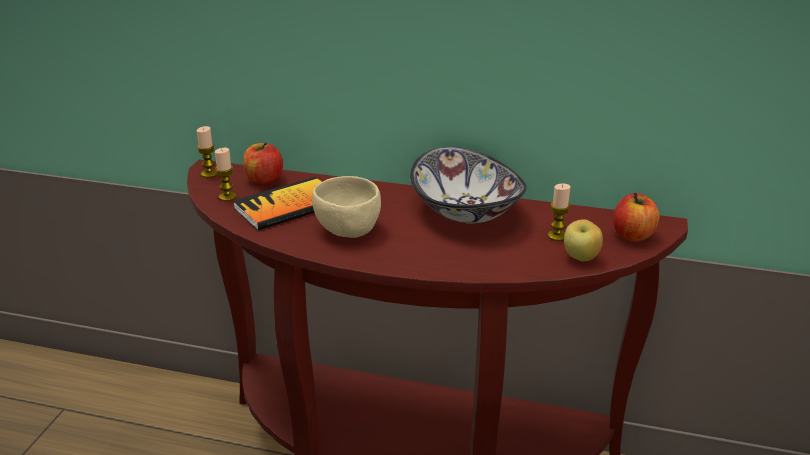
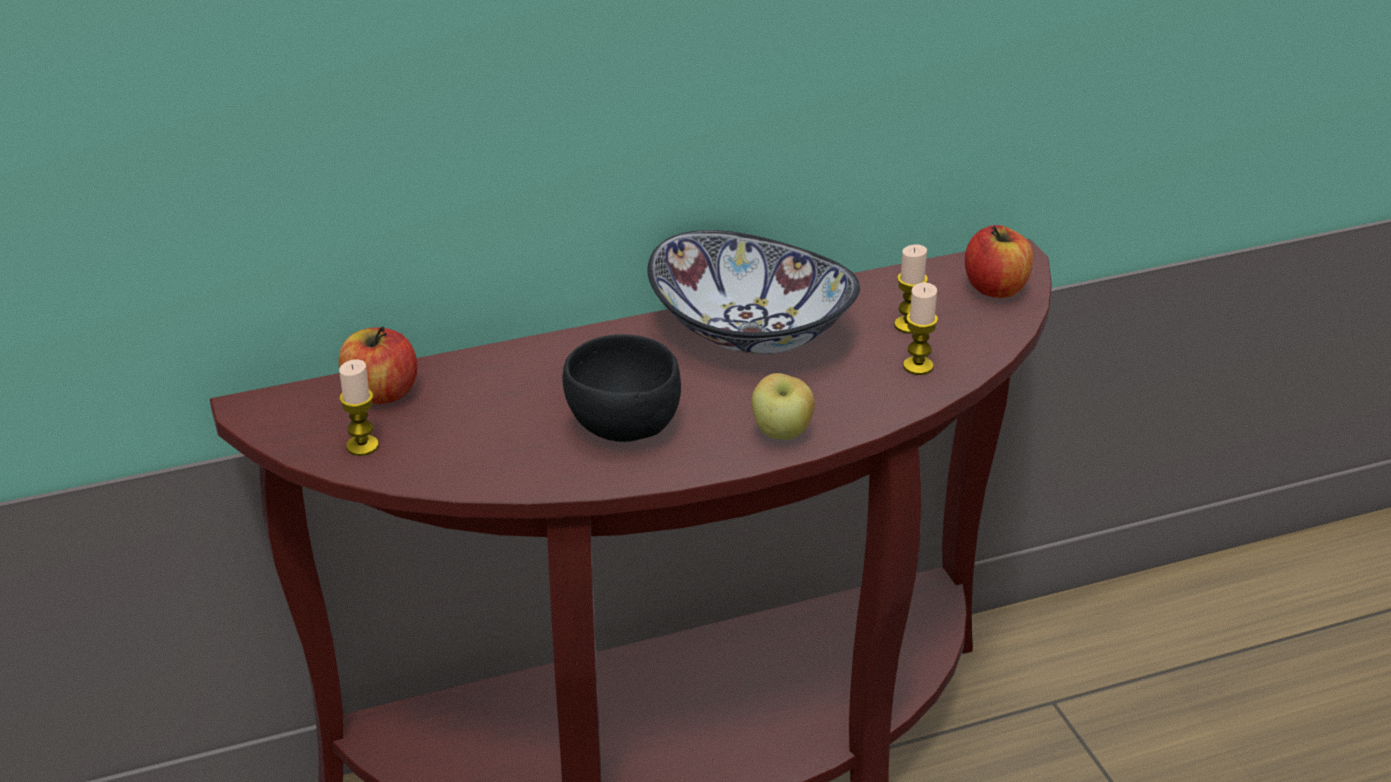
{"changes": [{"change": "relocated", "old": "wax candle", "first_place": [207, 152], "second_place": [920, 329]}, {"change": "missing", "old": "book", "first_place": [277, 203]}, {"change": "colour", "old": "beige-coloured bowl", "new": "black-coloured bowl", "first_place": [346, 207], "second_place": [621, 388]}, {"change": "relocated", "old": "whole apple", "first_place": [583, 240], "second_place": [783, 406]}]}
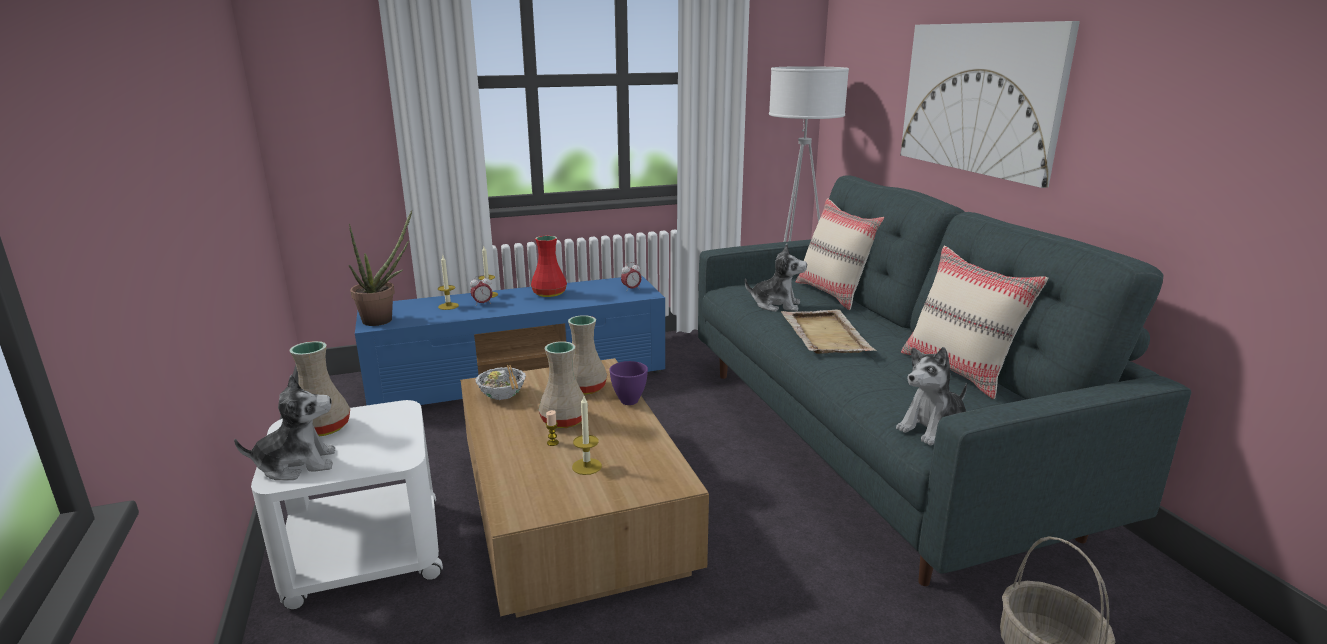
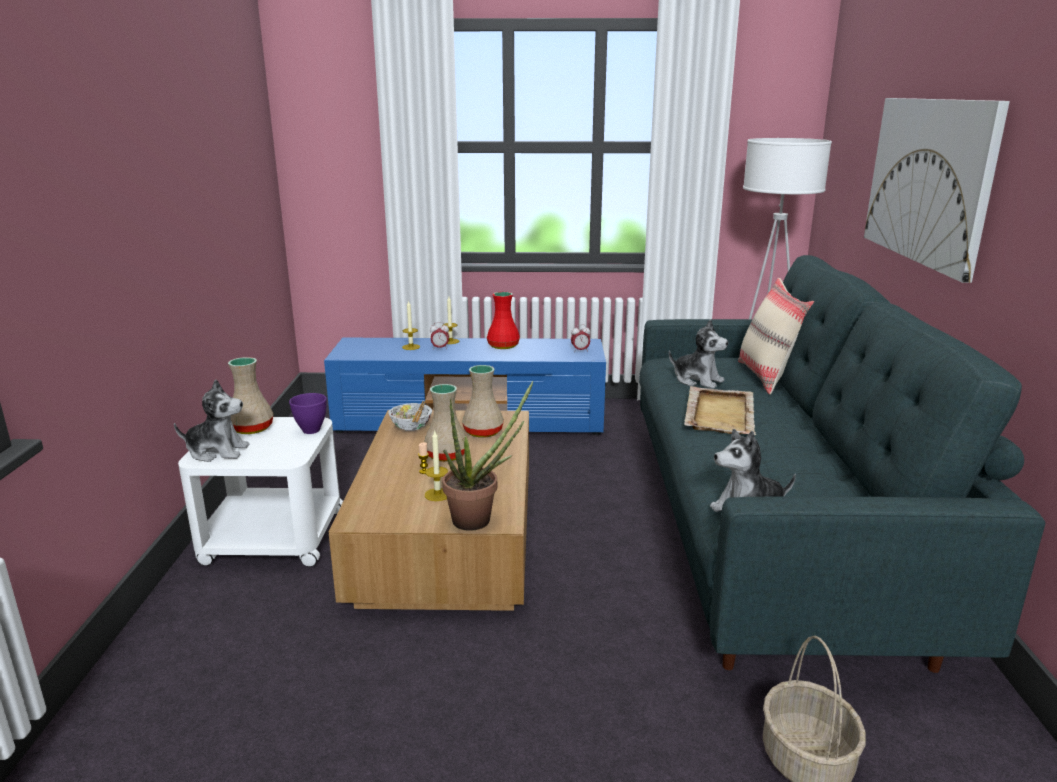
{"changes": [{"change": "relocated", "old": "potted plant", "first_place": [380, 268], "second_place": [488, 456]}, {"change": "relocated", "old": "purplish bowl", "first_place": [628, 383], "second_place": [308, 413]}, {"change": "missing", "old": "beige-coloured cushion", "first_place": [974, 322]}]}
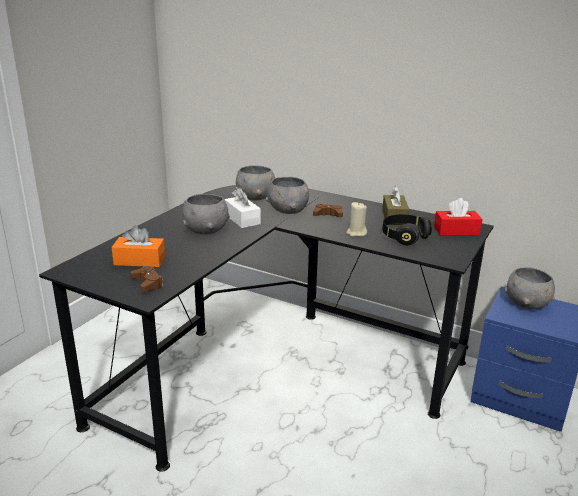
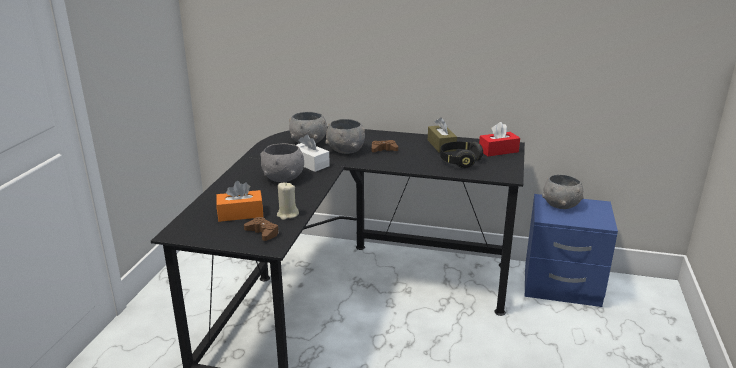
{"changes": [{"change": "relocated", "old": "beige-coloured wax candle", "first_place": [356, 219], "second_place": [288, 201]}]}
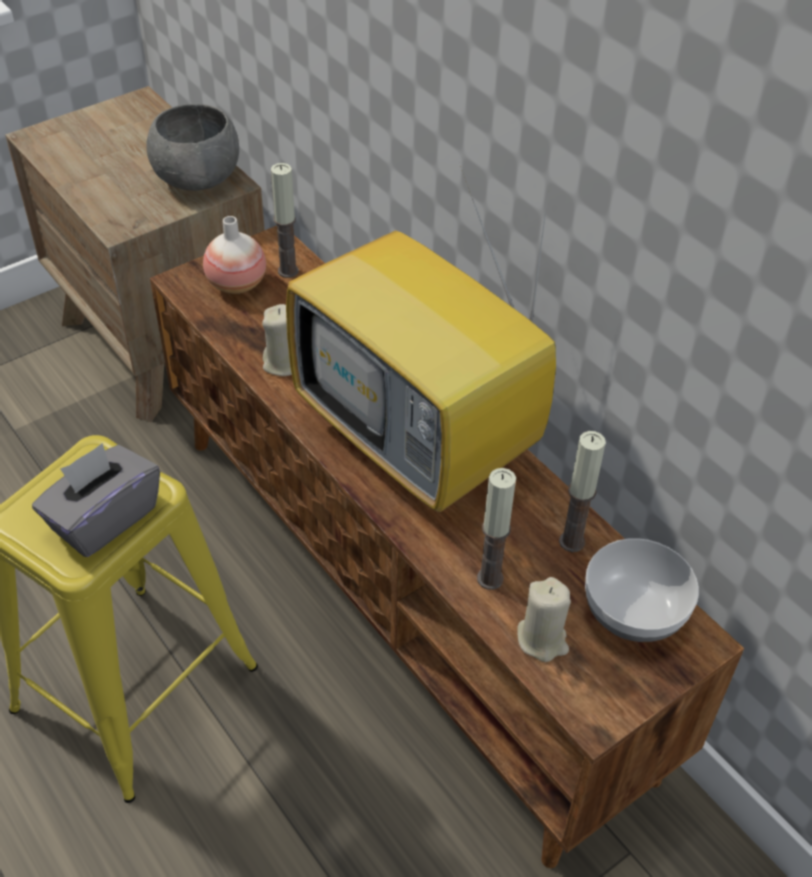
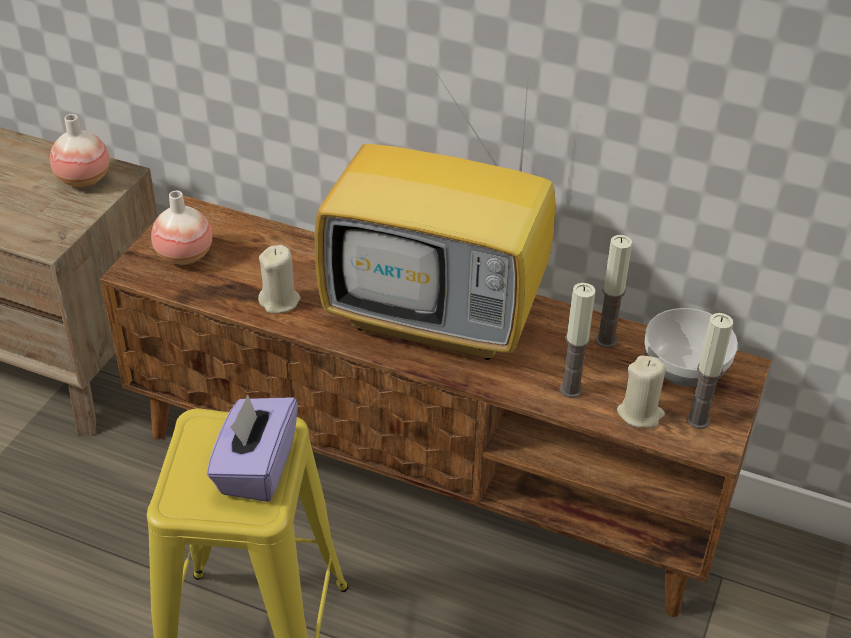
{"changes": [{"change": "colour", "old": "grey tissue holder", "new": "purplish tissue holder", "first_place": [96, 500], "second_place": [252, 448]}, {"change": "exchanged", "old": "grey bowl", "new": "vase", "first_place": [192, 147], "second_place": [80, 151]}, {"change": "relocated", "old": "wax candle", "first_place": [285, 220], "second_place": [709, 371]}]}
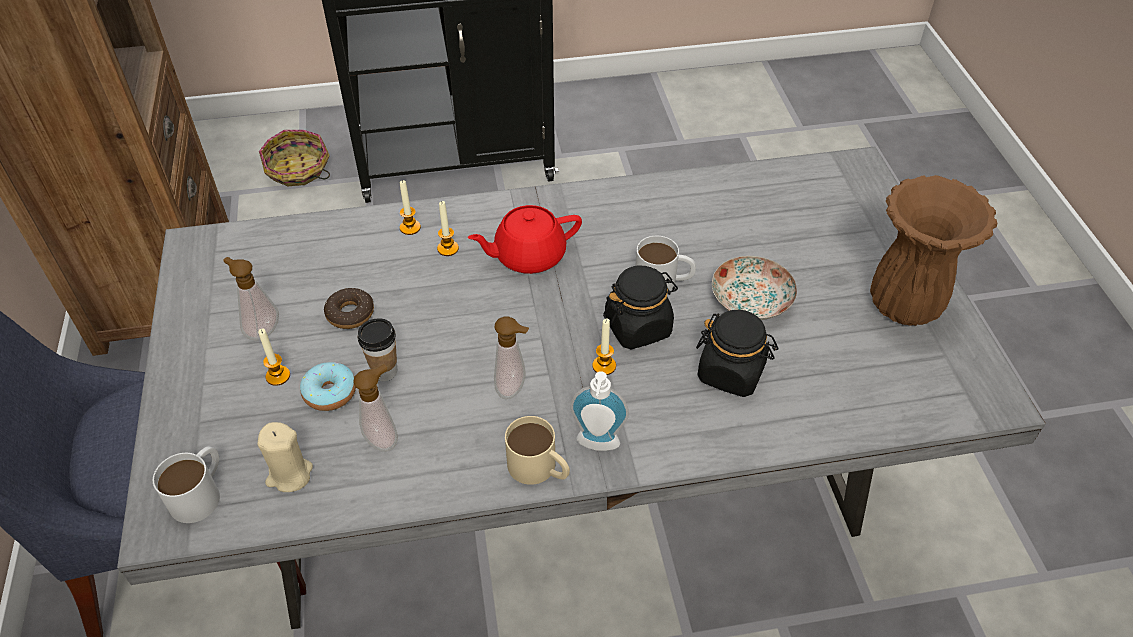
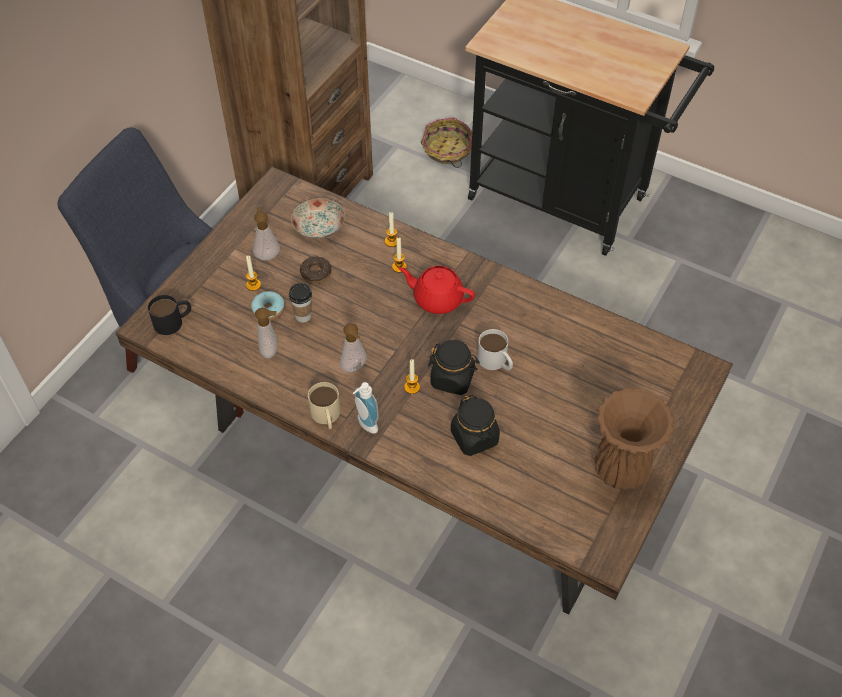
{"changes": [{"change": "colour", "old": "grey kitchen table", "new": "brown-coloured kitchen table", "first_place": [581, 388], "second_place": [424, 391]}, {"change": "colour", "old": "white coffee mug", "new": "black-coloured coffee mug", "first_place": [186, 484], "second_place": [169, 315]}, {"change": "missing", "old": "beige-coloured wax candle", "first_place": [285, 457]}, {"change": "relocated", "old": "flat dish", "first_place": [754, 288], "second_place": [318, 218]}]}
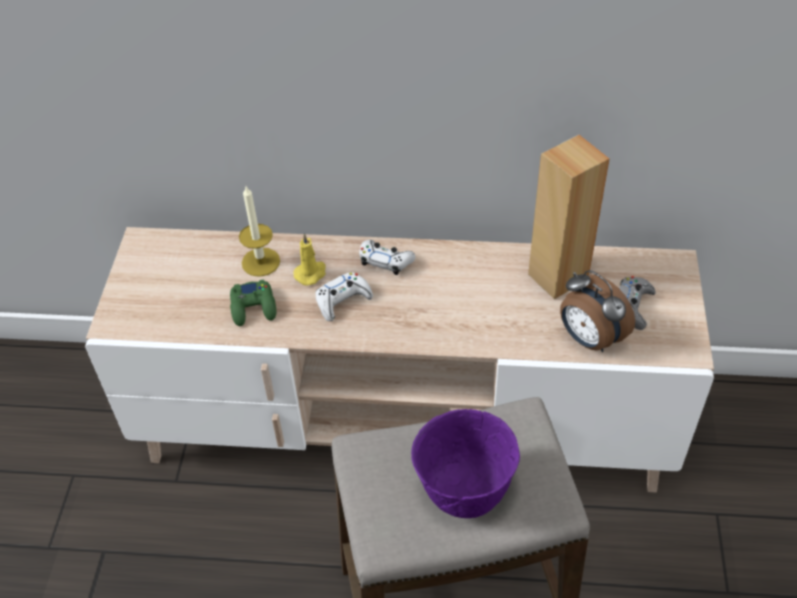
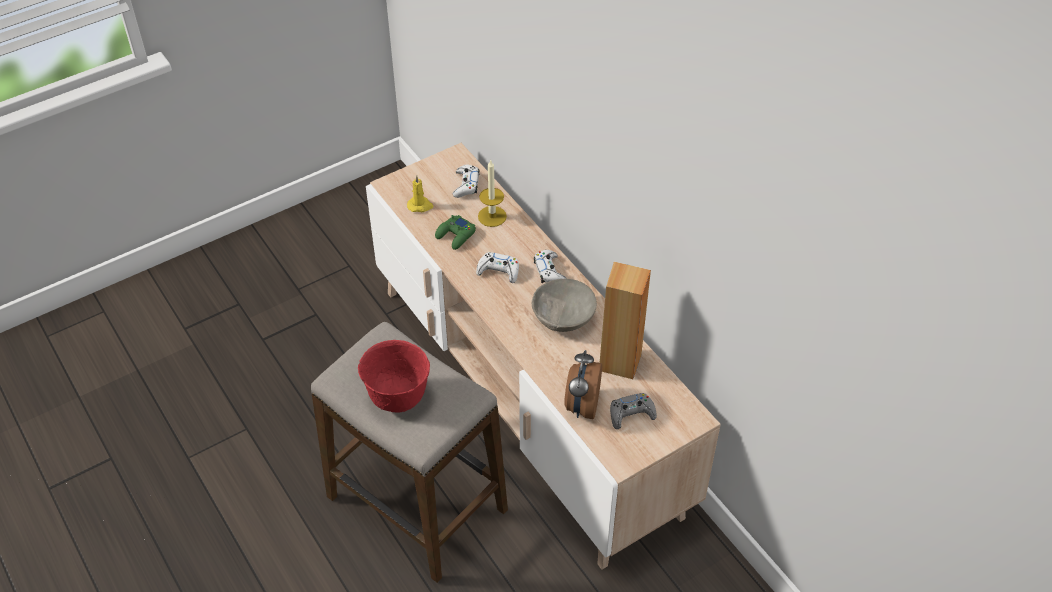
{"changes": [{"change": "relocated", "old": "yellow wax candle", "first_place": [309, 259], "second_place": [420, 193]}, {"change": "colour", "old": "purplish bowl", "new": "red-coloured bowl", "first_place": [465, 463], "second_place": [394, 376]}, {"change": "appeared", "new": "white gamepad", "second_place": [466, 181]}, {"change": "appeared", "new": "grey bowl", "second_place": [564, 305]}]}
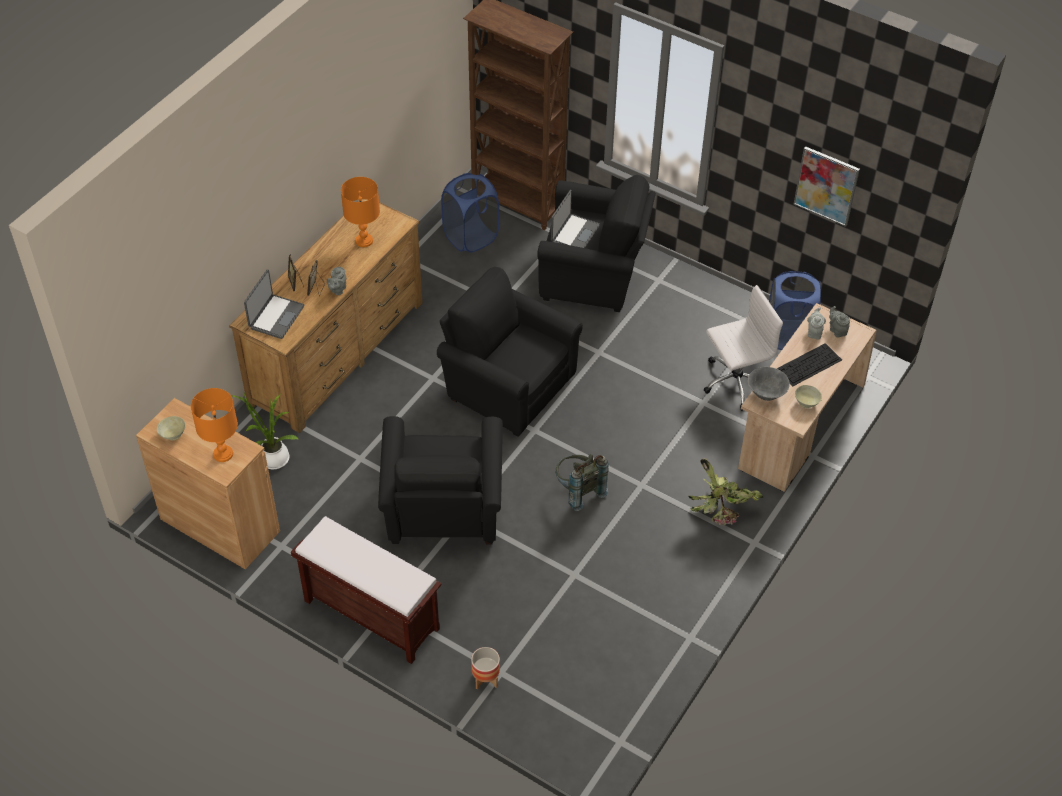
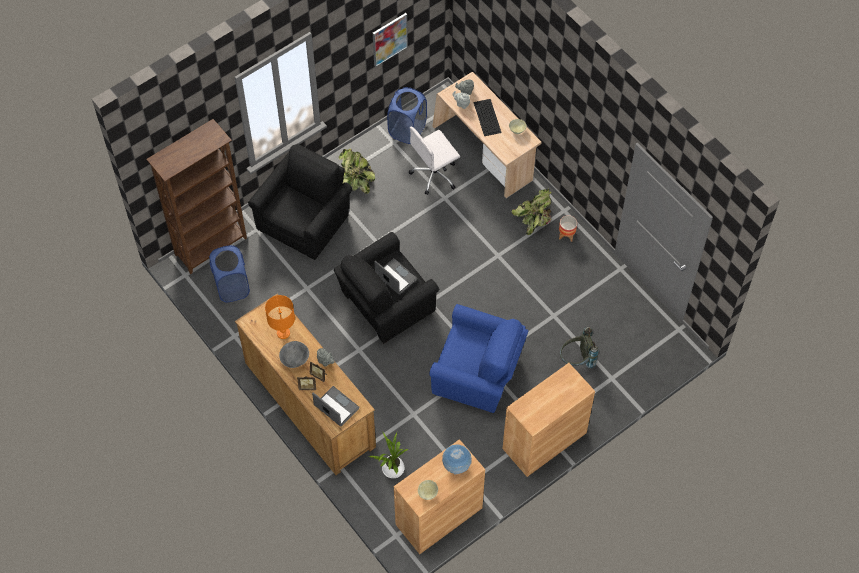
{"changes": [{"change": "exchanged", "old": "orangey lamp for a table", "new": "desk globe", "first_place": [214, 425], "second_place": [457, 459]}, {"change": "exchanged", "old": "brown-coloured indoor bench", "new": "brown-coloured cabinet", "first_place": [366, 590], "second_place": [548, 420]}, {"change": "colour", "old": "black-coloured lounge chair", "new": "blue-coloured lounge chair", "first_place": [440, 480], "second_place": [478, 358]}, {"change": "relocated", "old": "planter", "first_place": [485, 668], "second_place": [568, 228]}, {"change": "relocated", "old": "portable computer", "first_place": [575, 219], "second_place": [396, 276]}, {"change": "relocated", "old": "grey knapsack", "first_place": [582, 482], "second_place": [579, 347]}, {"change": "spun", "old": "white desk chair", "first_place": [743, 348], "second_place": [434, 161], "degrees": -120}, {"change": "relocated", "old": "grey bowl", "first_place": [769, 384], "second_place": [294, 354]}, {"change": "appeared", "new": "potted plant", "second_place": [356, 171]}]}
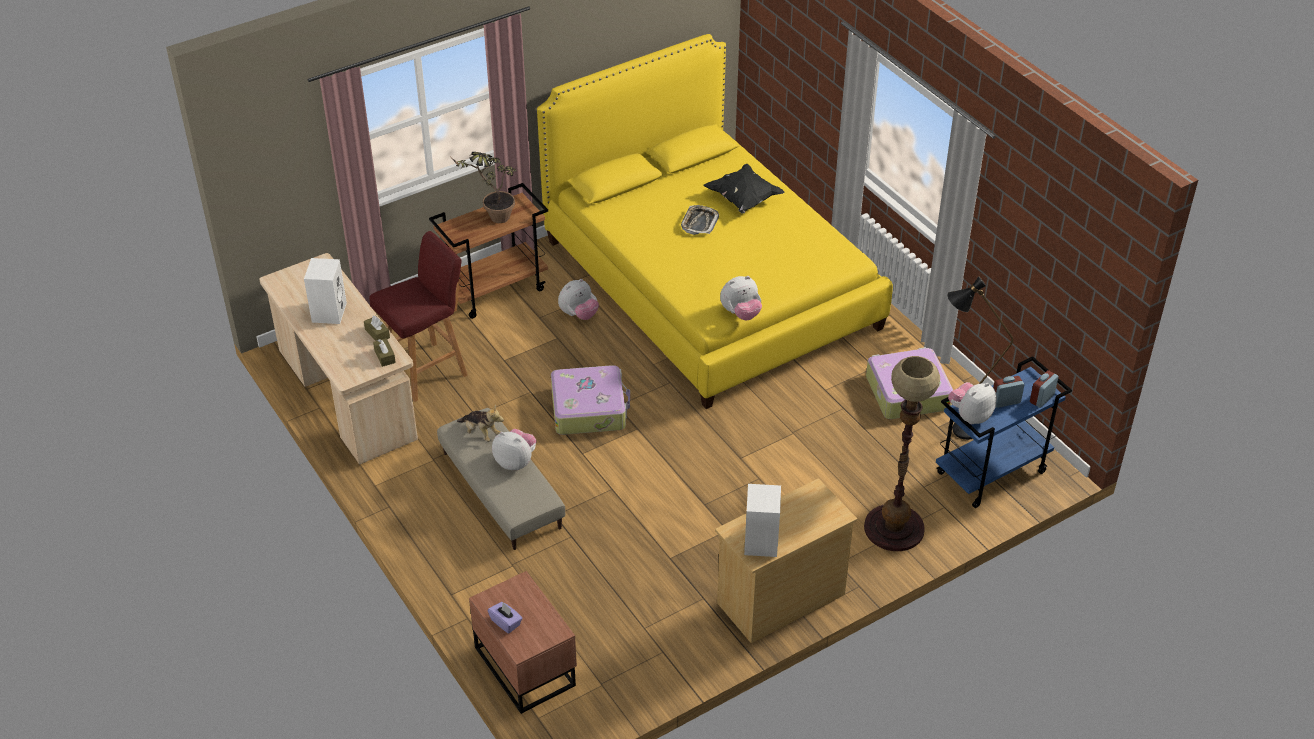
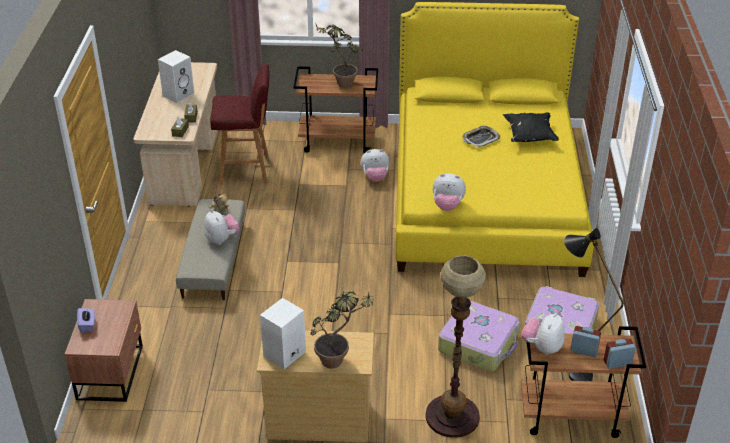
{"changes": [{"change": "relocated", "old": "piece of luggage", "first_place": [590, 400], "second_place": [478, 336]}, {"change": "colour", "old": "blue-coloured trolley", "new": "brown-coloured trolley", "first_place": [1004, 432], "second_place": [583, 380]}, {"change": "spun", "old": "cuddly toy", "first_place": [972, 403], "second_place": [543, 334], "degrees": -60}, {"change": "appeared", "new": "potted plant", "second_place": [343, 330]}]}
